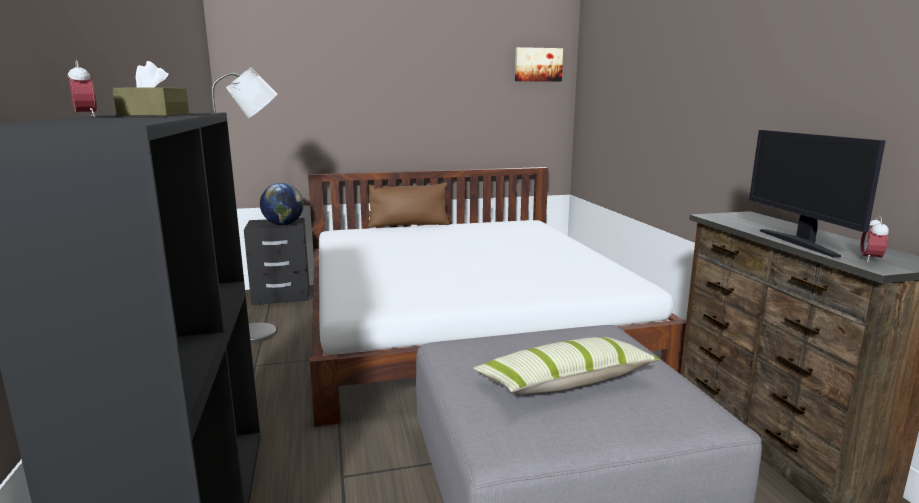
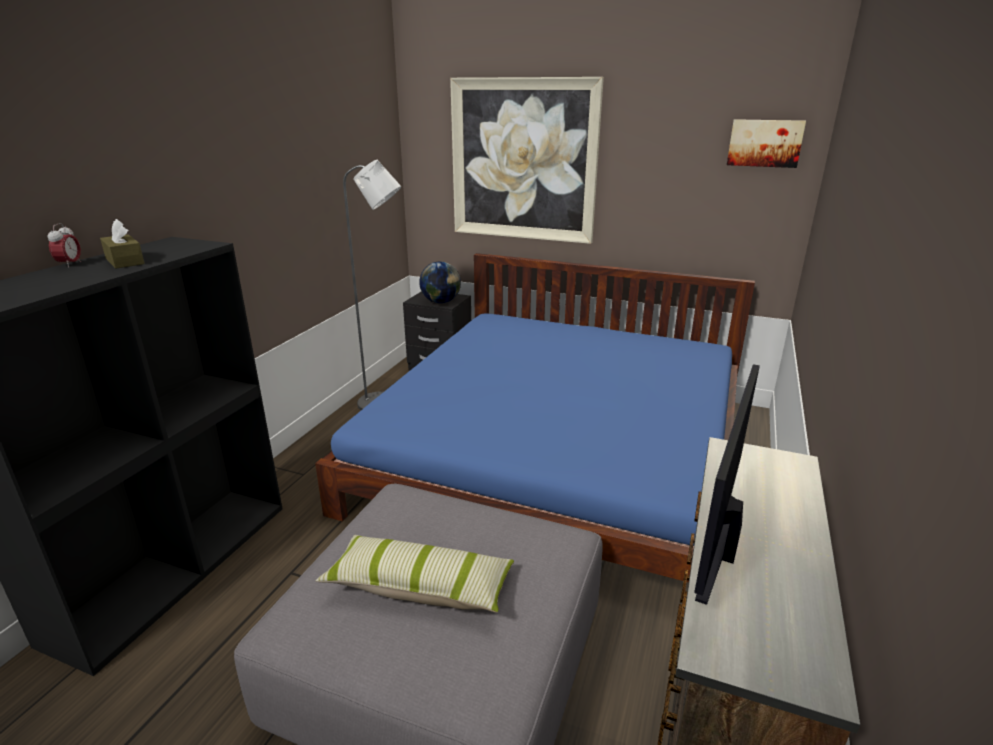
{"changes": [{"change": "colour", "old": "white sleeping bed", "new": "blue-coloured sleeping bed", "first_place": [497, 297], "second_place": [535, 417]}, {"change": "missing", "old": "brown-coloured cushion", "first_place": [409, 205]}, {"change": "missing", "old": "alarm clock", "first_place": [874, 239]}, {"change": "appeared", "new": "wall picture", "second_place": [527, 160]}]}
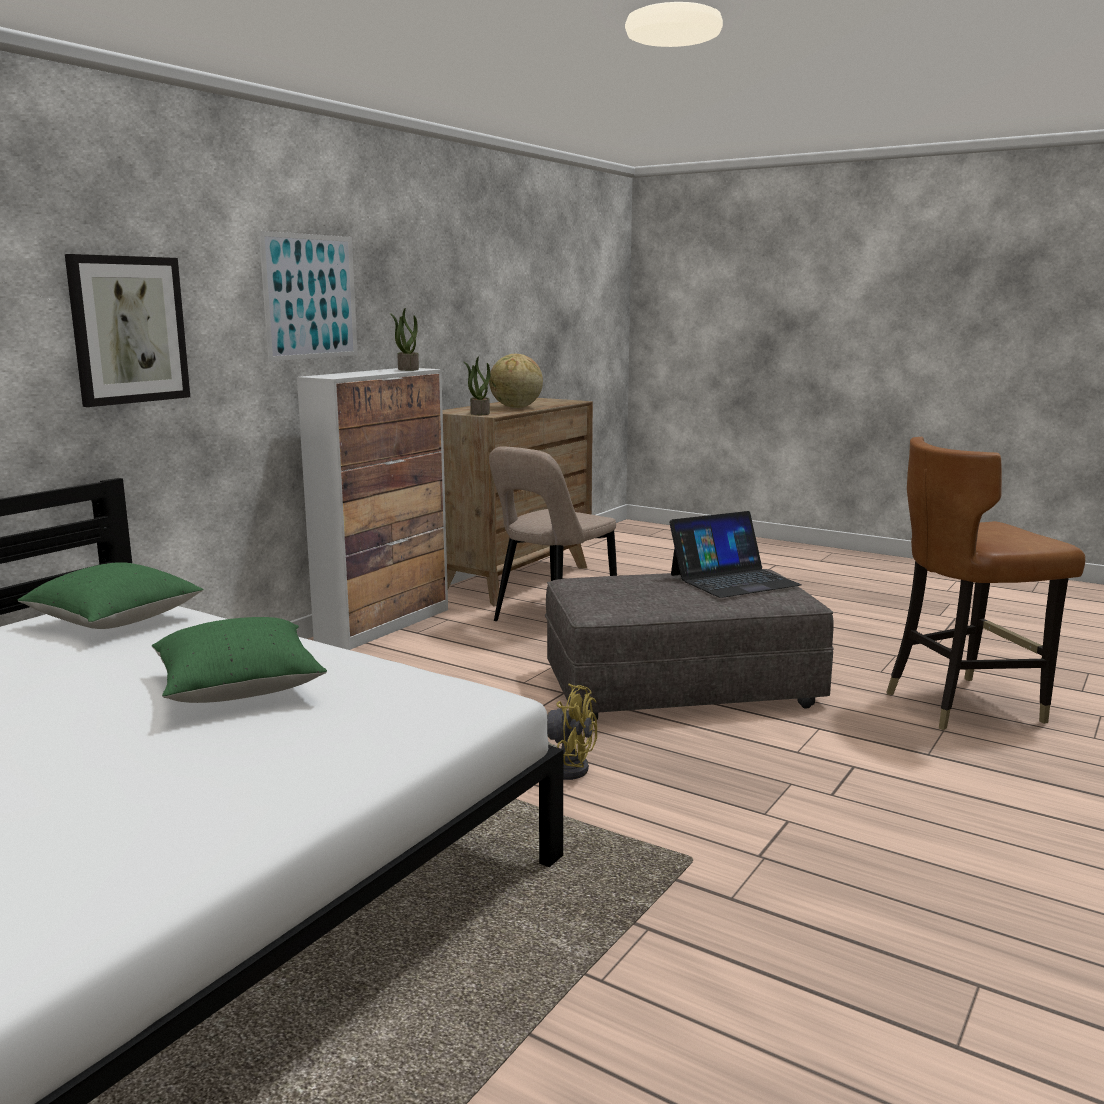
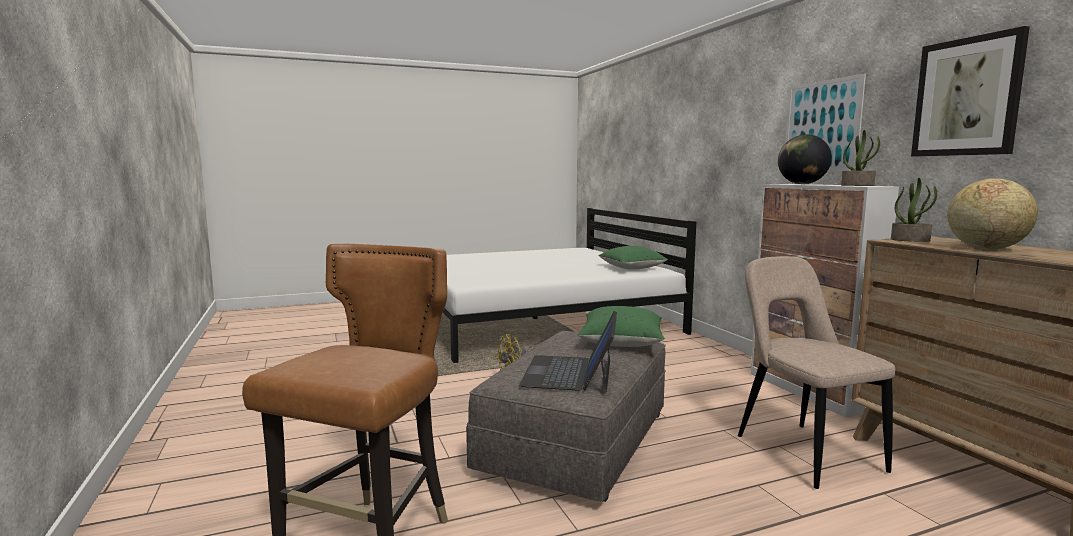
{"changes": [{"change": "relocated", "old": "wall picture", "first_place": [127, 330], "second_place": [970, 91]}, {"change": "relocated", "old": "greenish cushion", "first_place": [239, 660], "second_place": [621, 326]}, {"change": "appeared", "new": "desk globe", "second_place": [805, 159]}]}
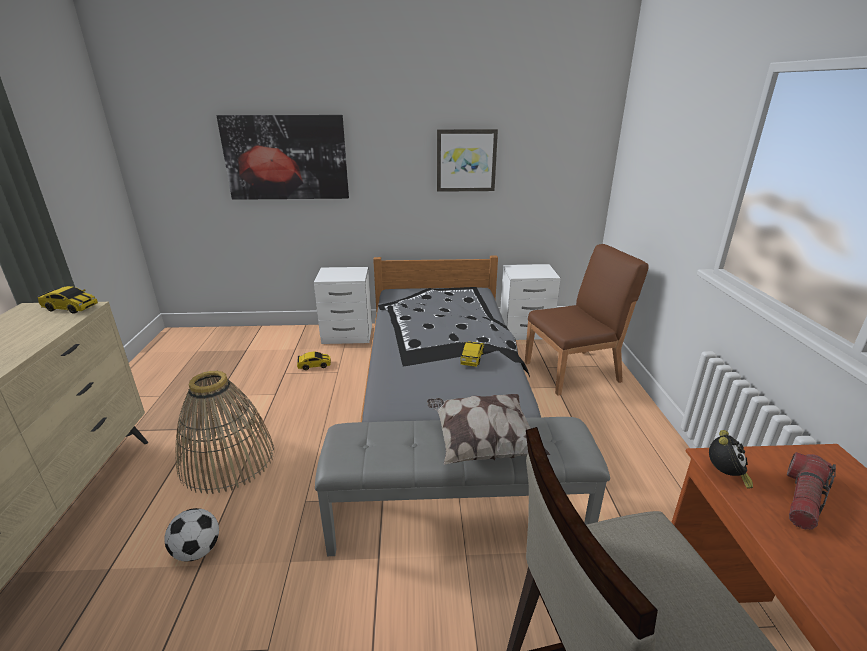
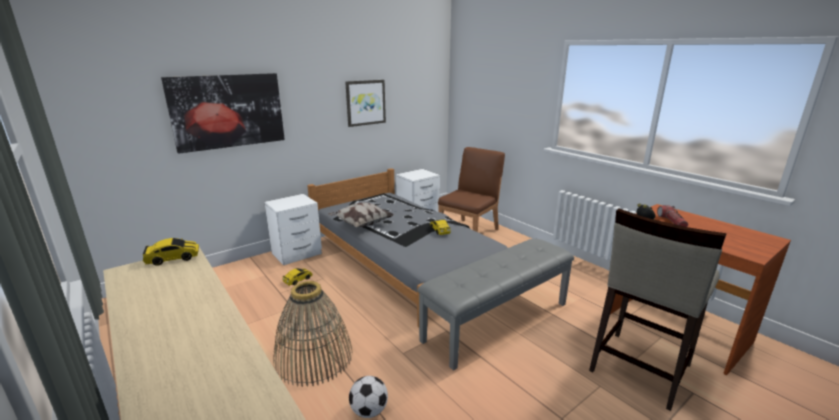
{"changes": [{"change": "relocated", "old": "cushion", "first_place": [488, 429], "second_place": [361, 214]}]}
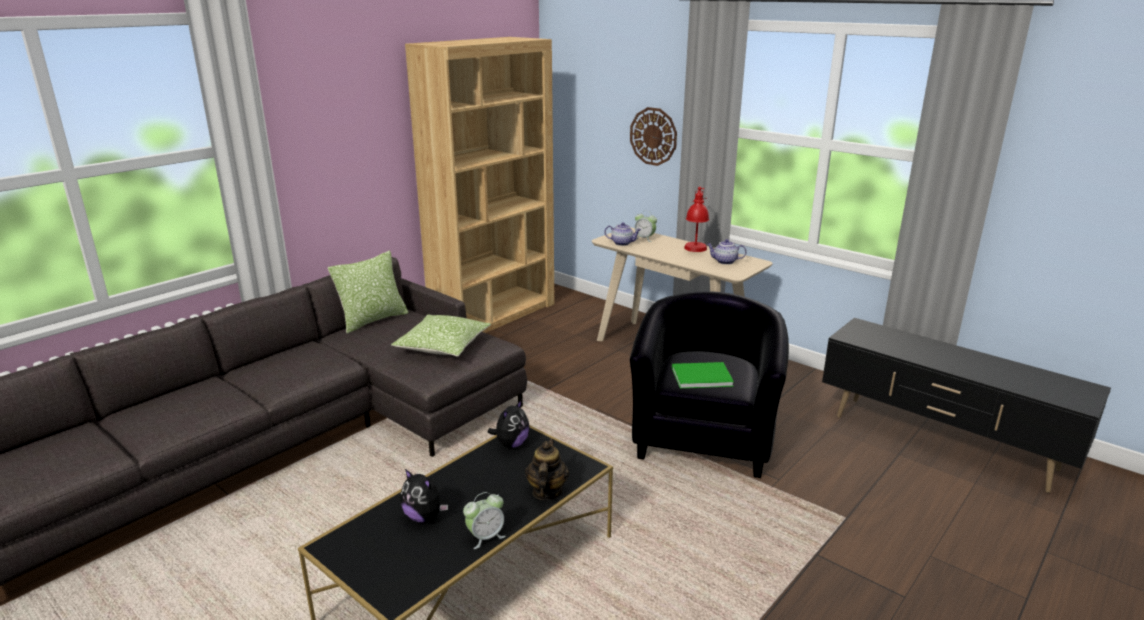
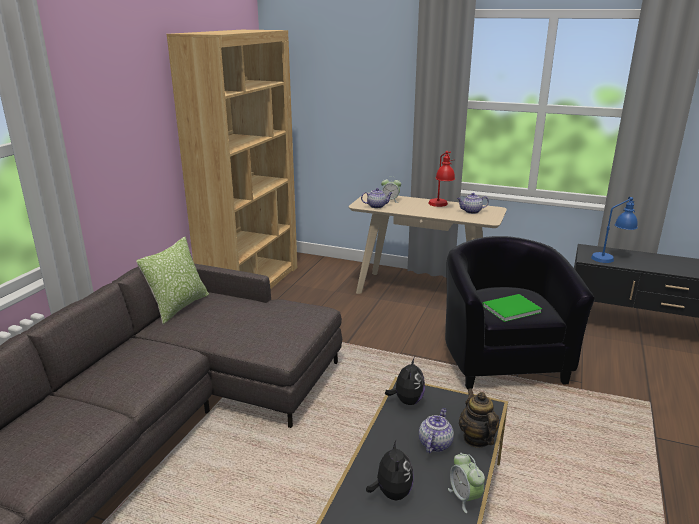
{"changes": [{"change": "missing", "old": "cushion", "first_place": [441, 336]}, {"change": "spun", "old": "cuddly toy", "first_place": [424, 495], "second_place": [390, 470], "degrees": -105}, {"change": "spun", "old": "alarm clock", "first_place": [484, 520], "second_place": [466, 483], "degrees": 120}, {"change": "missing", "old": "hanging clock", "first_place": [653, 136]}, {"change": "appeared", "new": "pot for tea", "second_place": [436, 430]}, {"change": "appeared", "new": "blue-coloured lamp for a table", "second_place": [614, 230]}]}
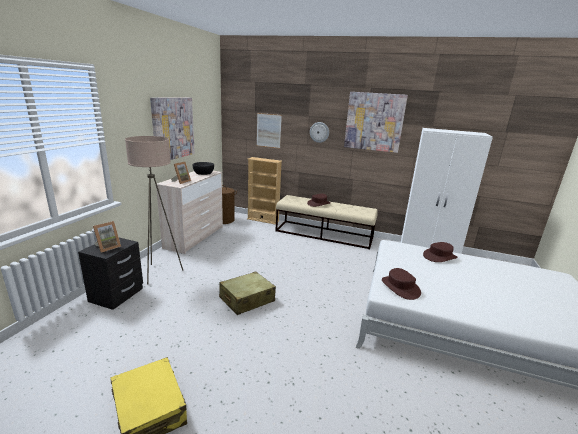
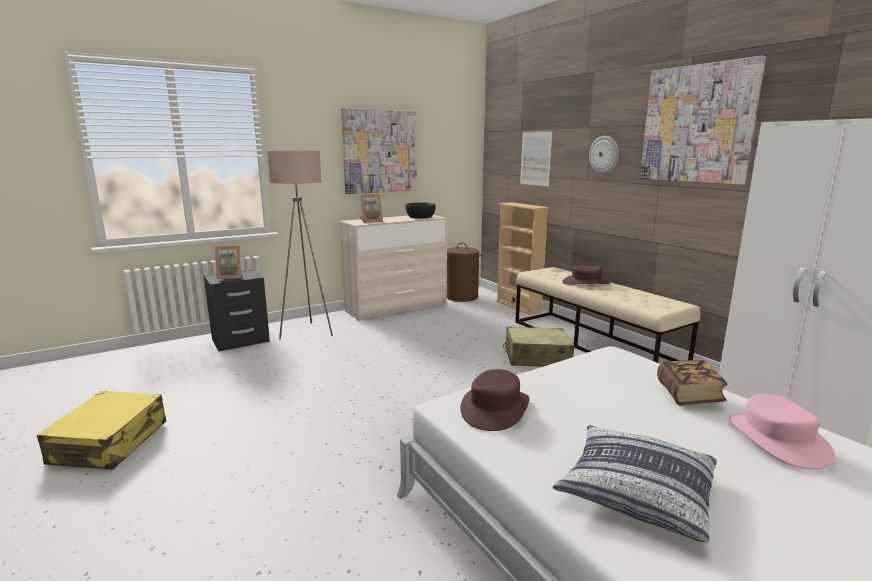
{"changes": [{"change": "relocated", "old": "beige-coloured piece of luggage", "first_place": [247, 293], "second_place": [538, 346]}, {"change": "exchanged", "old": "brown-coloured clothing hat", "new": "book", "first_place": [440, 252], "second_place": [692, 383]}, {"change": "appeared", "new": "cushion", "second_place": [635, 483]}, {"change": "appeared", "new": "pink-coloured clothing hat", "second_place": [782, 431]}]}
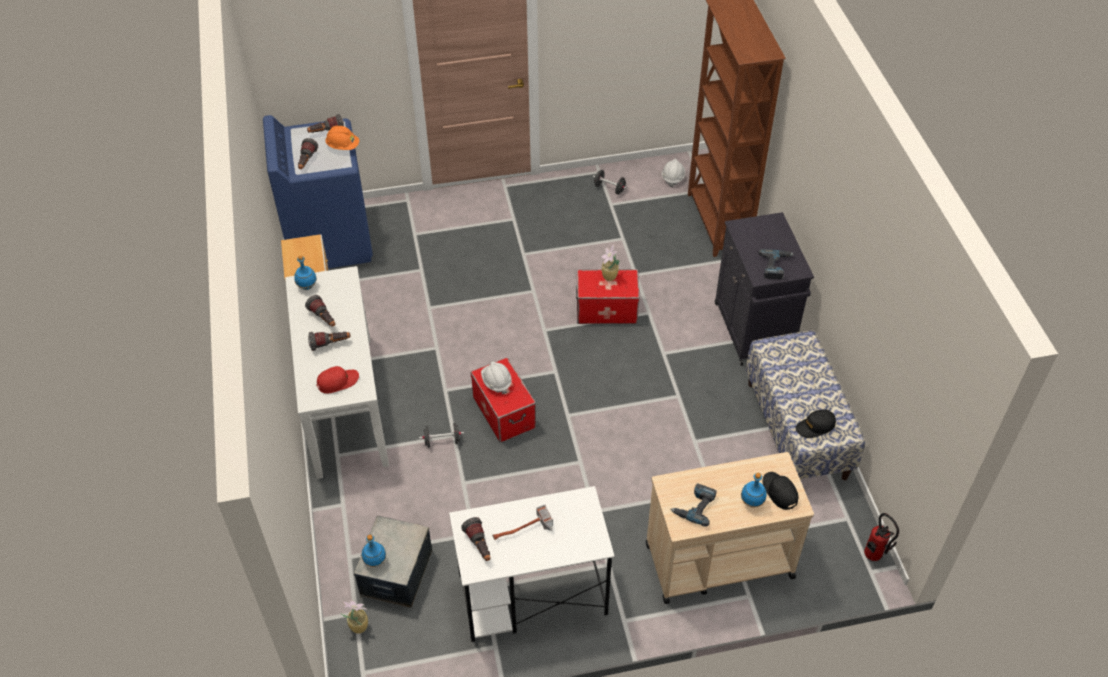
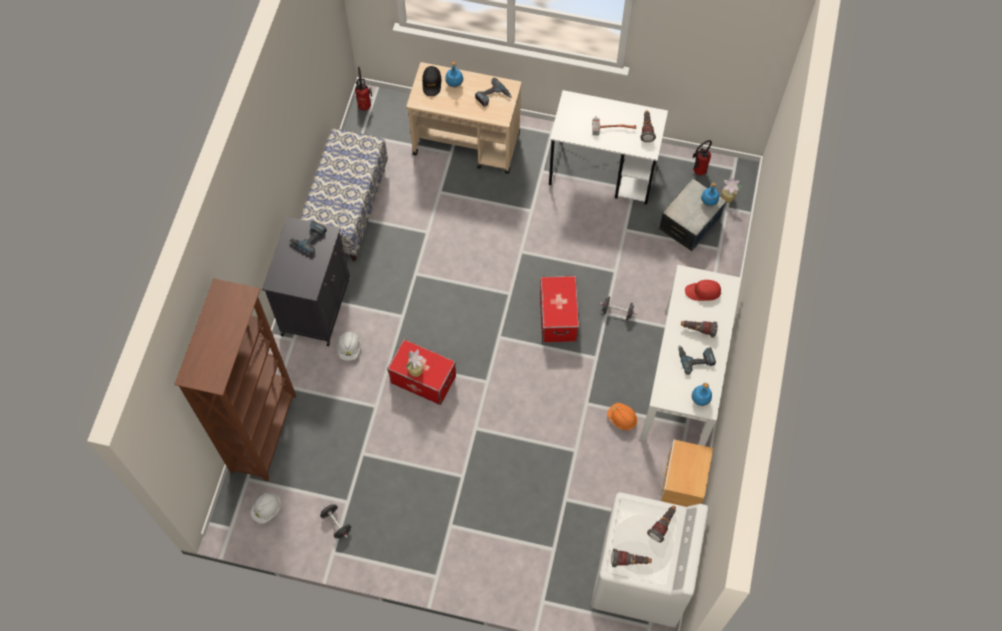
{"changes": [{"change": "colour", "old": "blue-coloured washing machine", "new": "white washing machine", "first_place": [318, 192], "second_place": [650, 560]}, {"change": "exchanged", "old": "hand torch", "new": "electric drill", "first_place": [320, 311], "second_place": [697, 360]}, {"change": "relocated", "old": "orangey safety helmet", "first_place": [342, 138], "second_place": [622, 416]}, {"change": "relocated", "old": "white safety helmet", "first_place": [496, 377], "second_place": [349, 346]}, {"change": "missing", "old": "black-coloured cap", "first_place": [815, 423]}, {"change": "appeared", "new": "fire extinguisher", "second_place": [702, 158]}]}
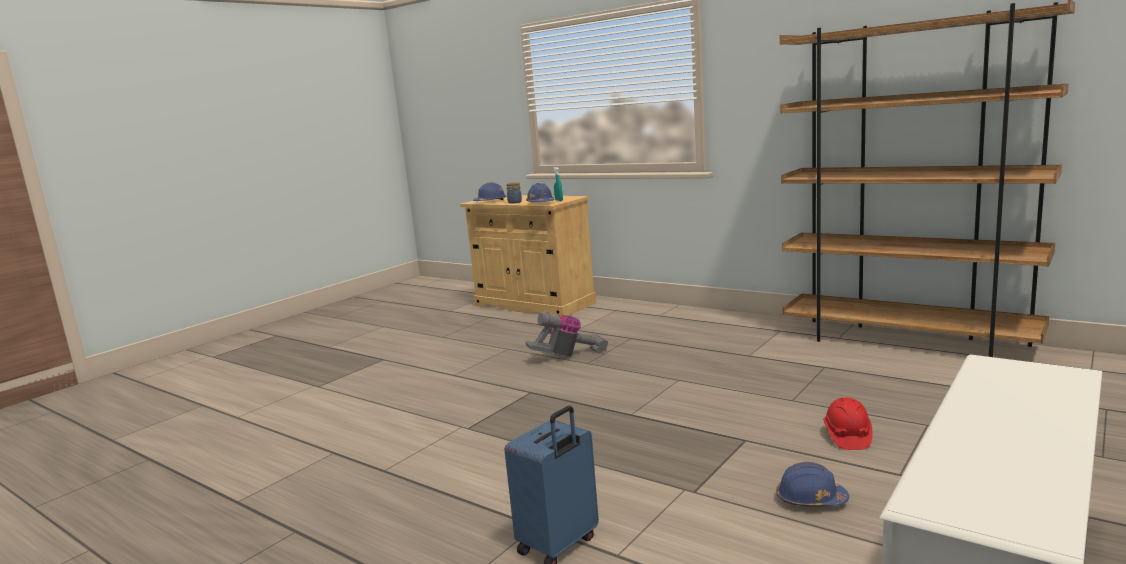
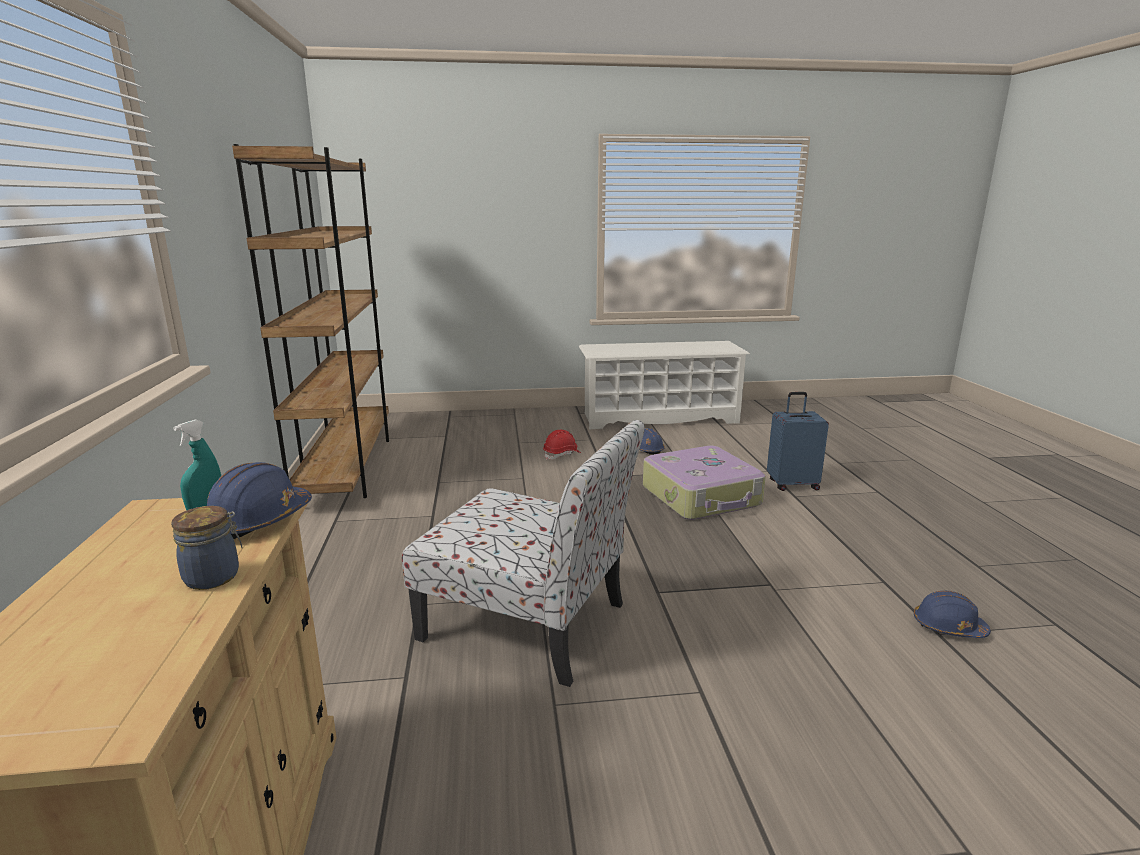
{"changes": [{"change": "relocated", "old": "blue-coloured safety helmet", "first_place": [490, 191], "second_place": [952, 614]}, {"change": "exchanged", "old": "vacuum cleaner", "new": "upright chair", "first_place": [567, 334], "second_place": [523, 553]}, {"change": "appeared", "new": "piece of luggage", "second_place": [704, 483]}]}
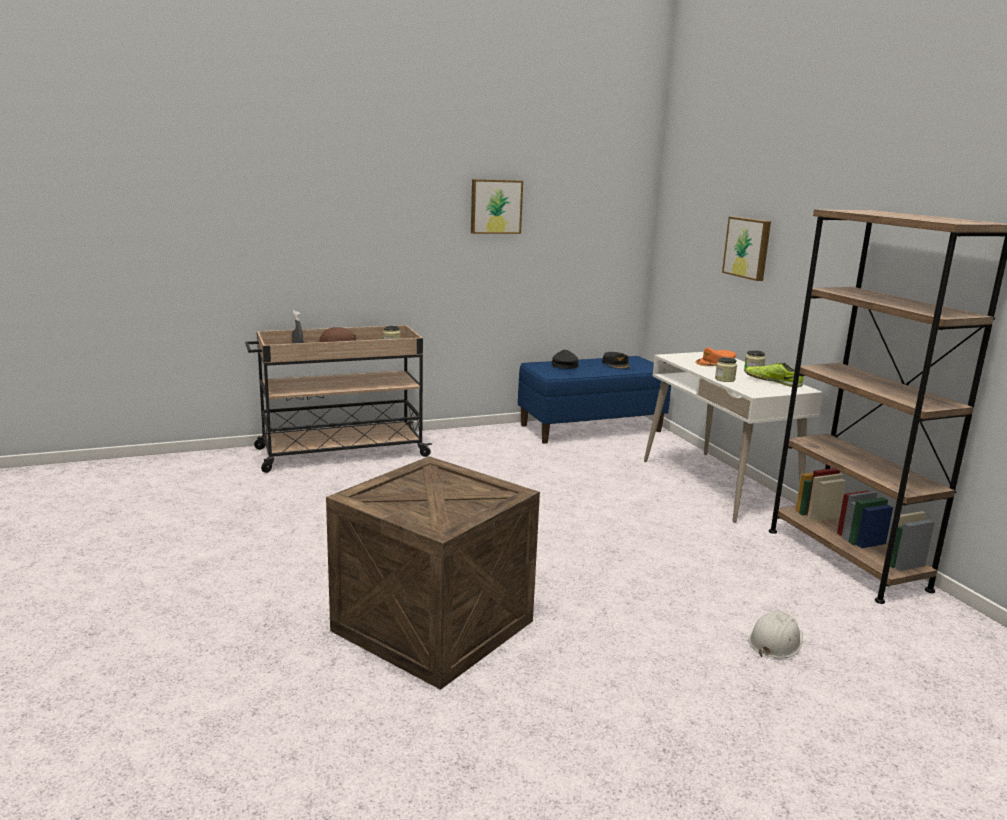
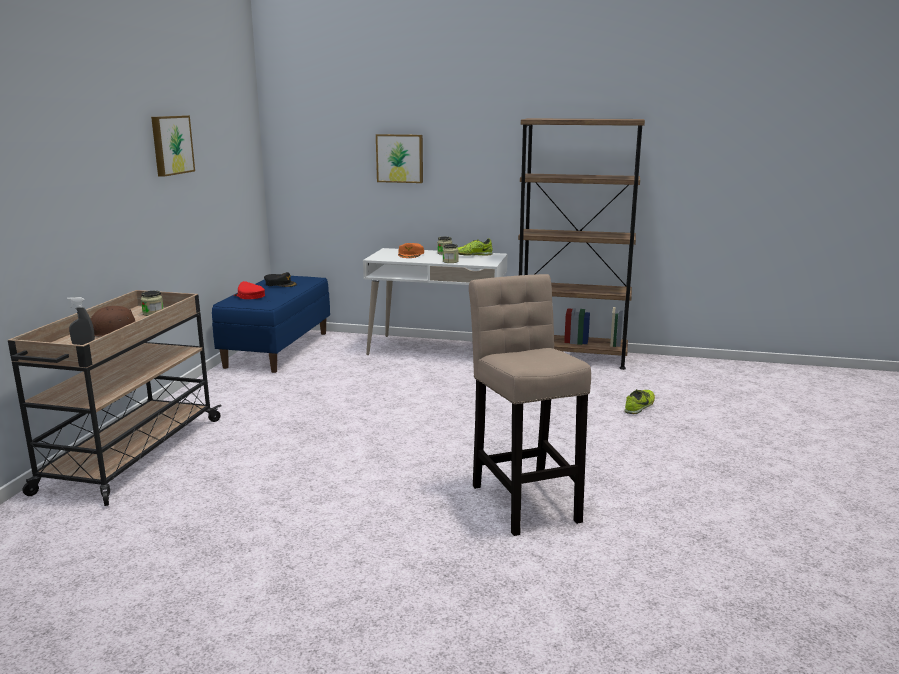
{"changes": [{"change": "exchanged", "old": "packing crate", "new": "beige-coloured stool", "first_place": [433, 573], "second_place": [530, 405]}, {"change": "colour", "old": "black-coloured cap", "new": "red-coloured cap", "first_place": [565, 359], "second_place": [249, 290]}, {"change": "exchanged", "old": "white safety helmet", "new": "item of footwear", "first_place": [775, 634], "second_place": [640, 401]}]}
